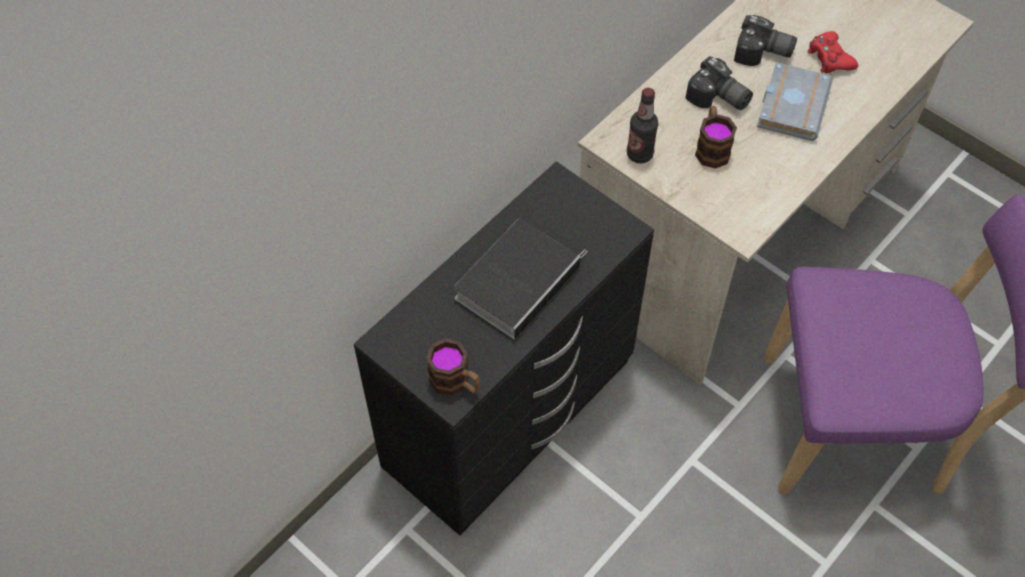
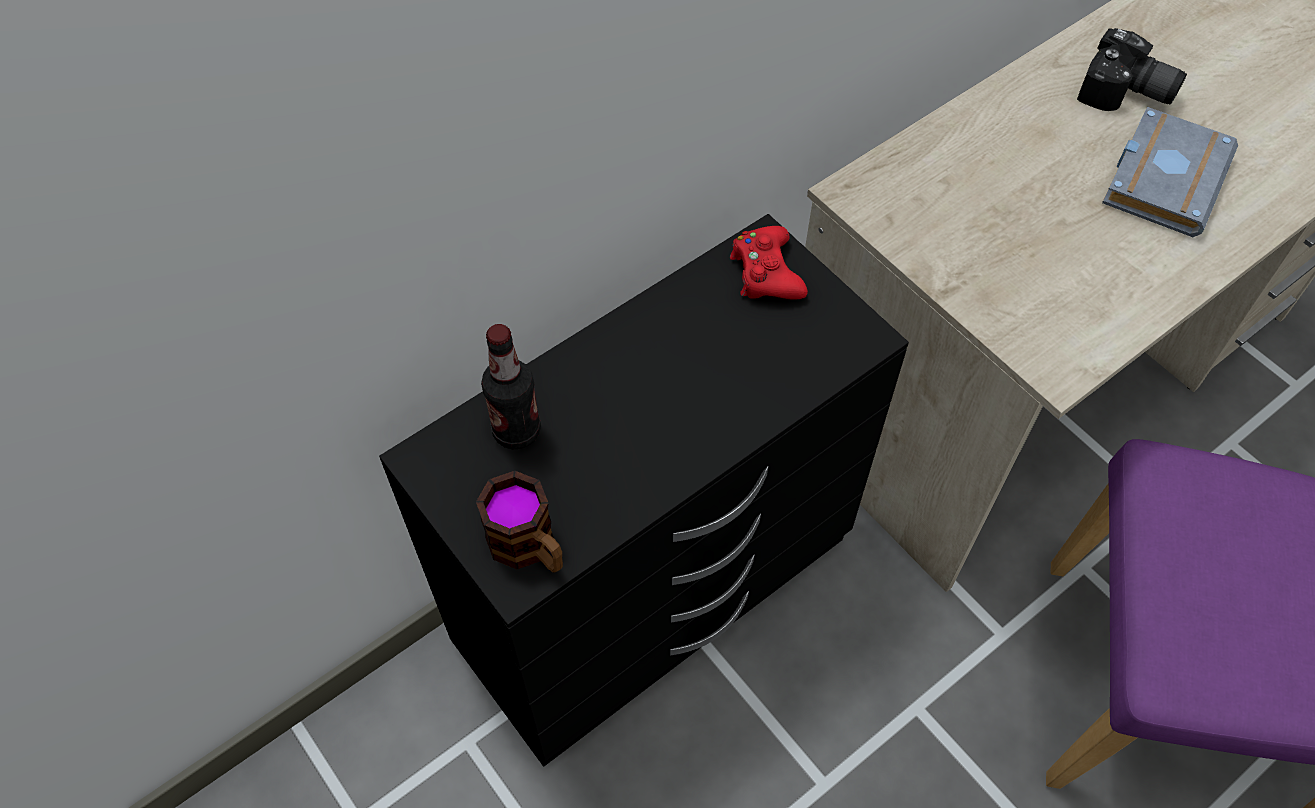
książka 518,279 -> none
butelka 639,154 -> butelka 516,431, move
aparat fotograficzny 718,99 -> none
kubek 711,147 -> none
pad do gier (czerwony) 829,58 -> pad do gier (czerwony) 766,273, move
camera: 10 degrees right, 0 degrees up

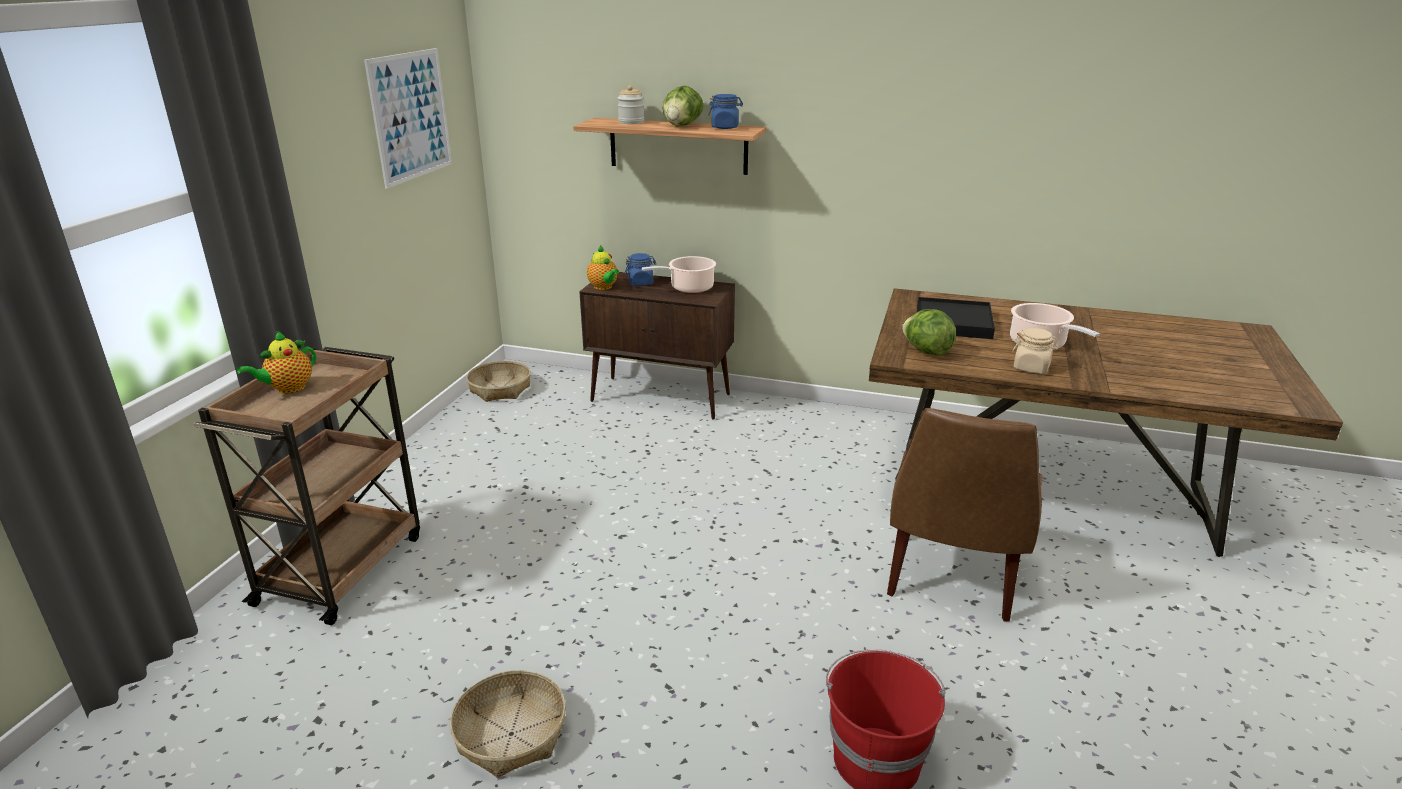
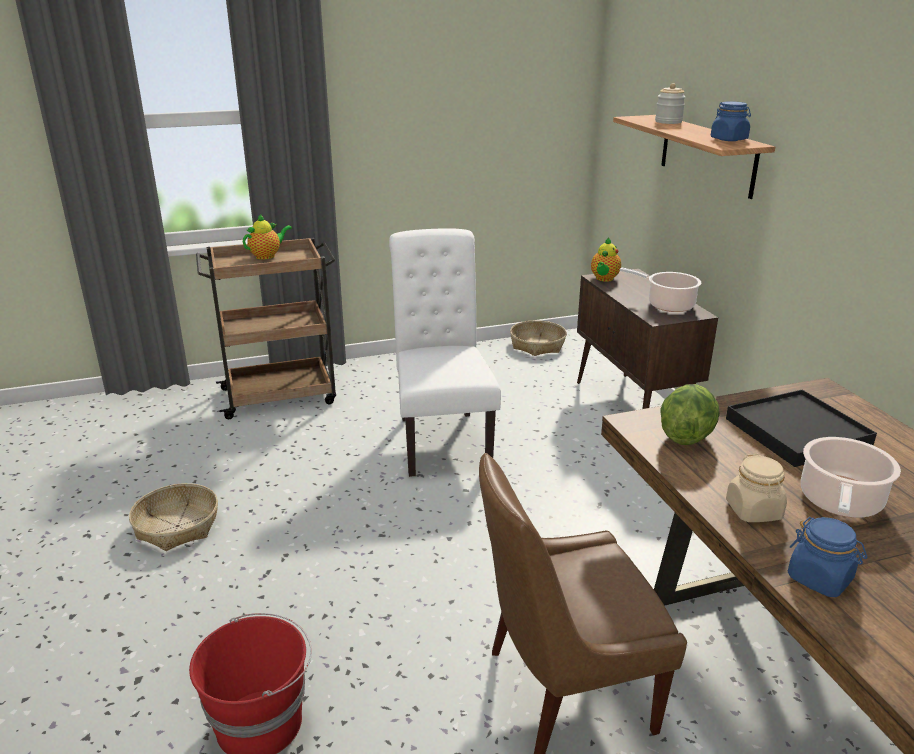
imbryk 288,389 -> imbryk 267,256, 135 degrees clockwise
obraz 410,116 -> none
słoik (niebieski) 641,283 -> słoik (niebieski) 820,579, move
sałata 682,126 -> none
none -> krzesło (biały) 442,438
camera: 55 degrees right, 0 degrees up

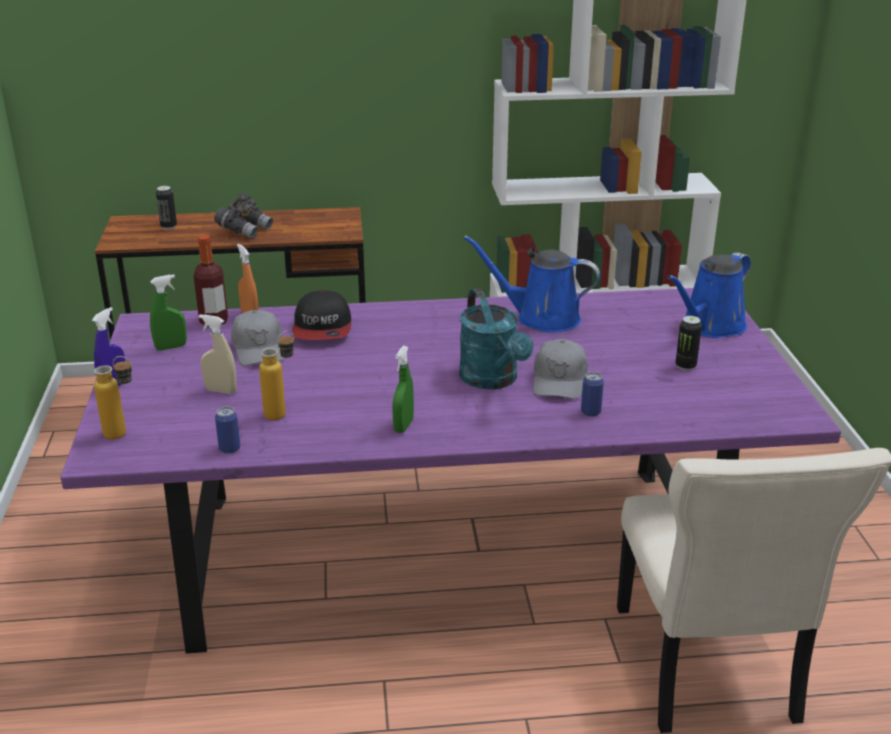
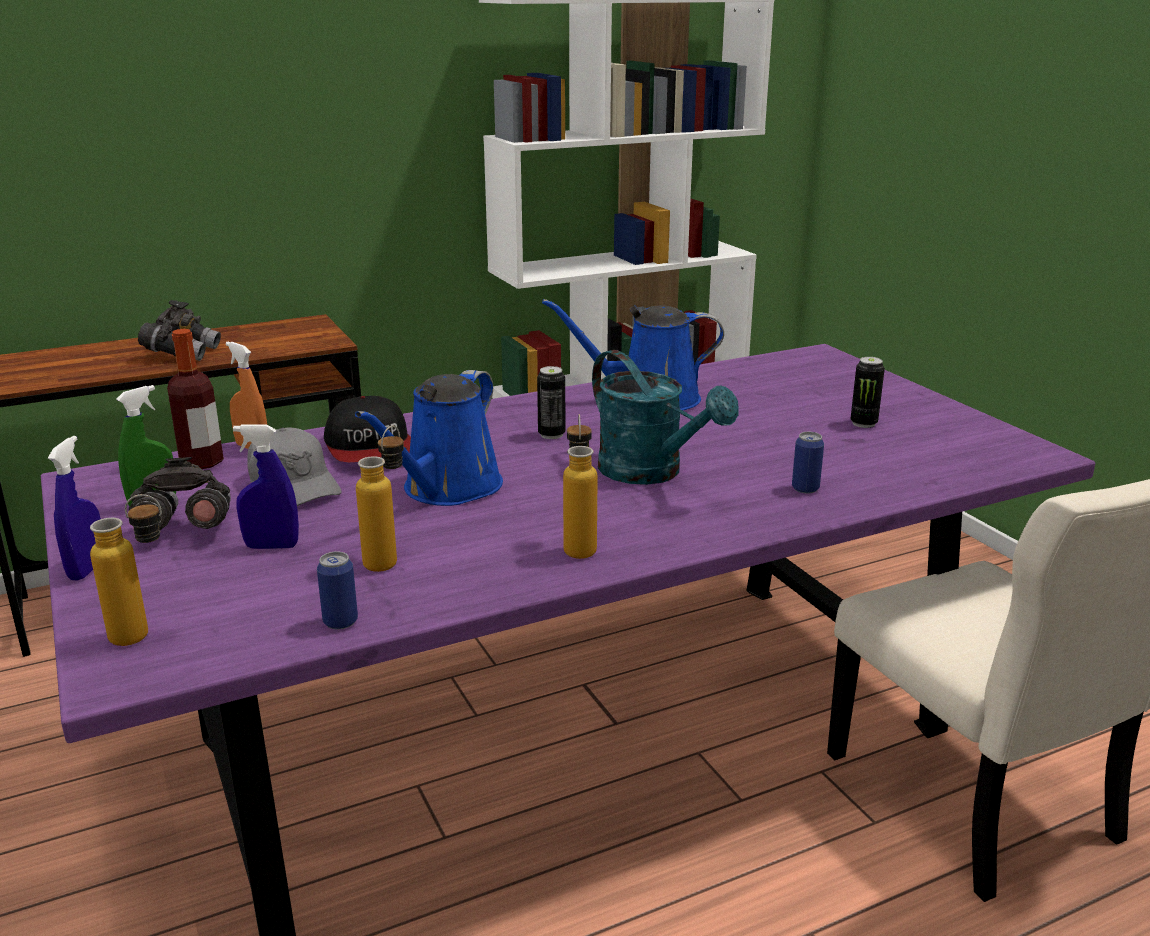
puszka 168,226 -> puszka 551,434, move
spryskiwacz (beżowy) 221,391 -> spryskiwacz (niebieski) 272,546
spryskiwacz (zielony) 403,426 -> butelka 579,545
czapka z daszkiem (szary) 559,380 -> none
konewka (niebieski) 710,326 -> konewka (niebieski) 447,489, move
none -> lornetka (szary) 185,529
camera: 20 degrees left, 5 degrees down

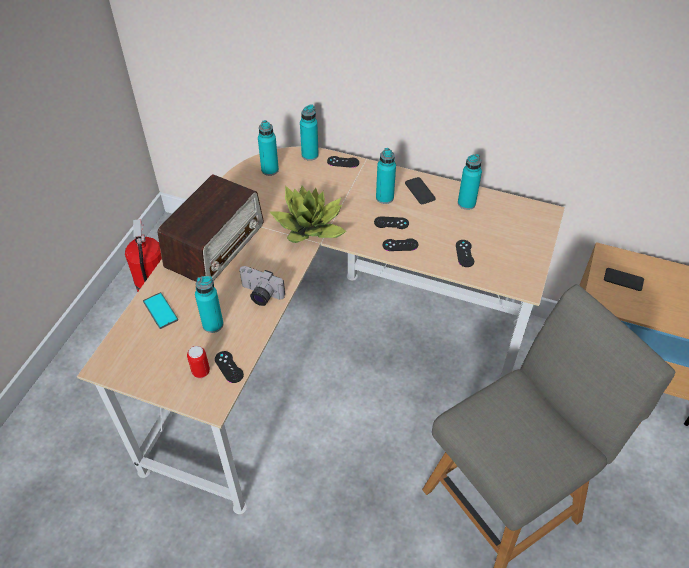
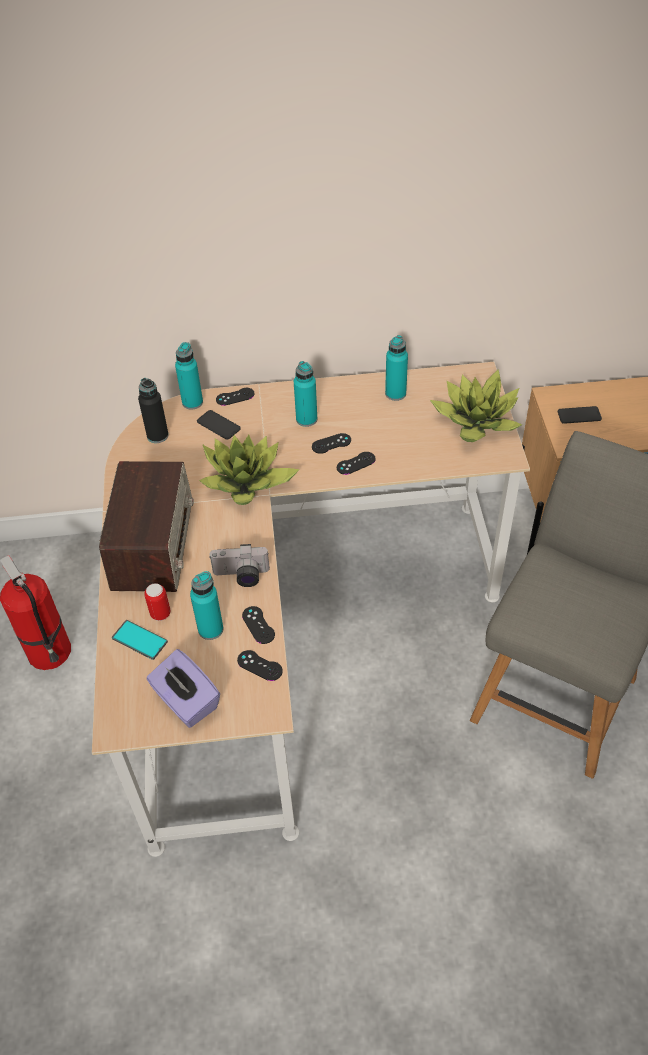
puszka 201,371 -> puszka 160,613, move
butelka (turkusowy) 270,170 -> butelka (czarny) 157,435
telefon 420,191 -> telefon 218,425, move
pad do gier (czarny) 464,253 -> pad do gier (czarny) 258,625, move
none -> pudełko chusteczek (fioletowy) 186,701
none -> roślina doniczkowa 477,421
camera: 25 degrees left, 0 degrees up

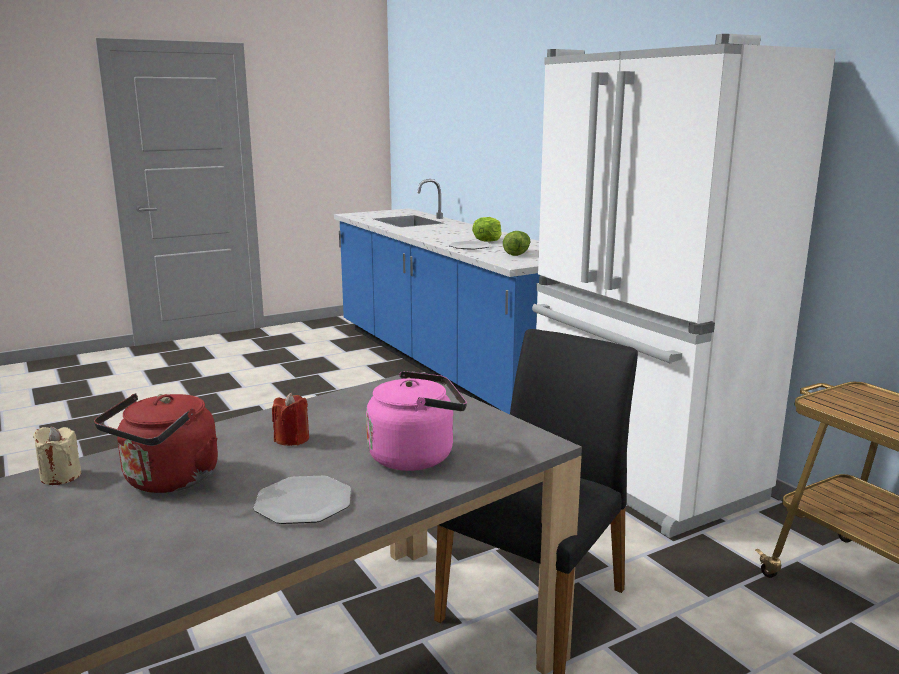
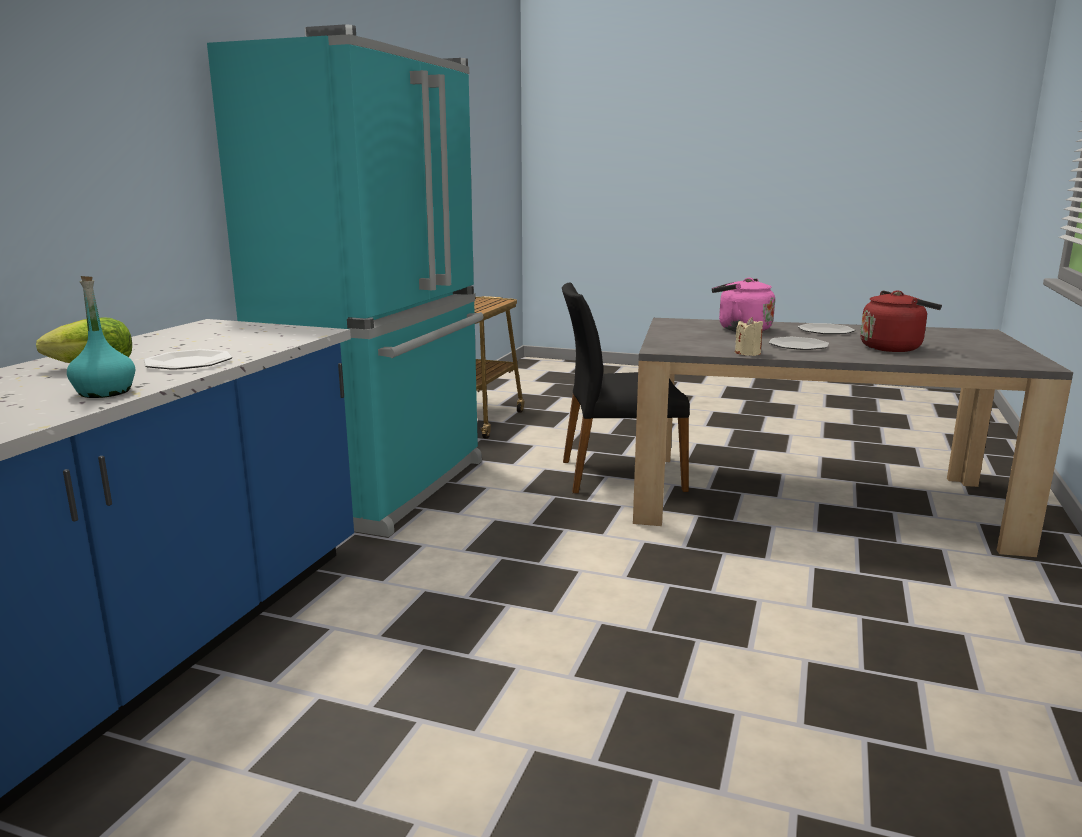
świeca (beżowy) 61,476 -> świeca (beżowy) 748,353, move
świeca (czerwony) 292,439 -> talerz 798,345
sałata 517,253 -> none
lodówka (biały) 640,475 -> lodówka (turkusowy) 385,487
none -> butelka (turkusowy) 105,392
camera: 130 degrees left, 0 degrees up

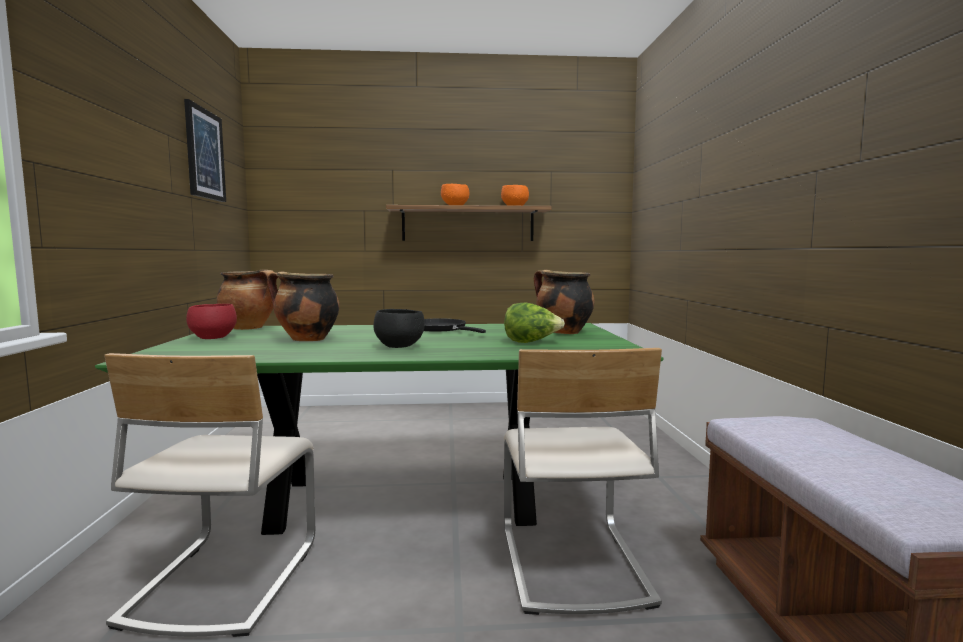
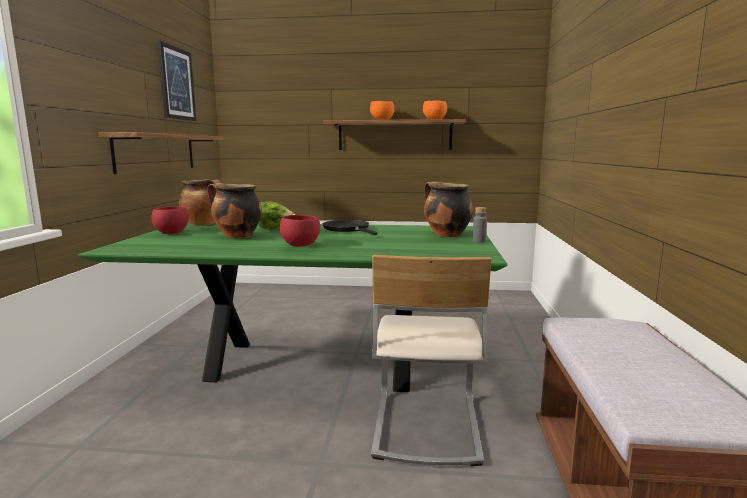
krzesło (beżowy) 222,581 -> none
miska (czarny) 400,346 -> miska (czerwony) 301,245
sałata 531,342 -> sałata 274,229, move
none -> półka 156,152
none -> butelka (szary) 479,241
camera: 10 degrees right, 5 degrees up

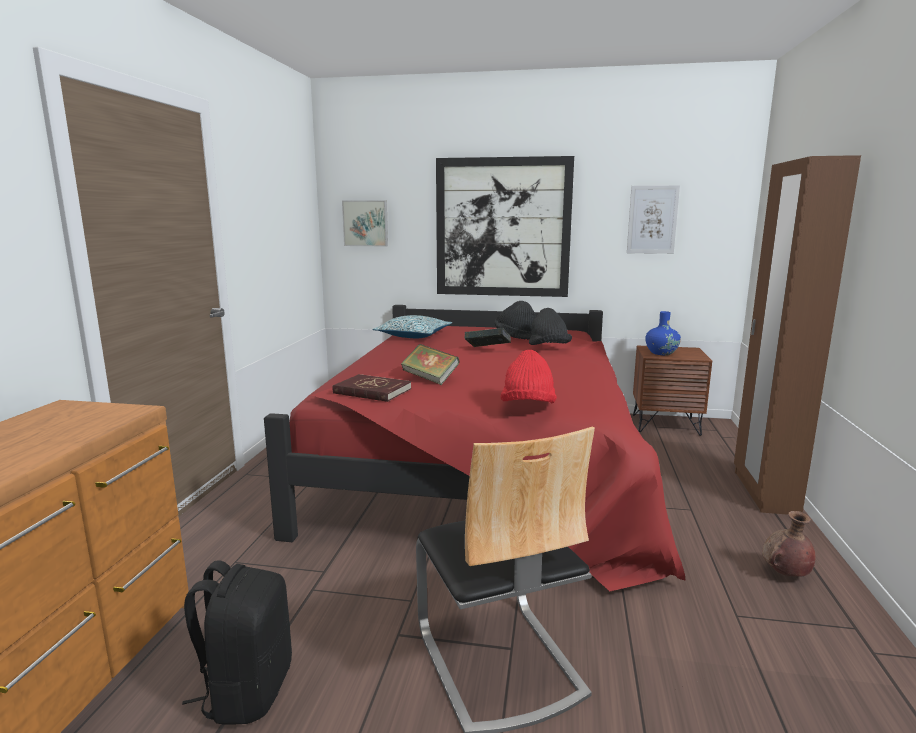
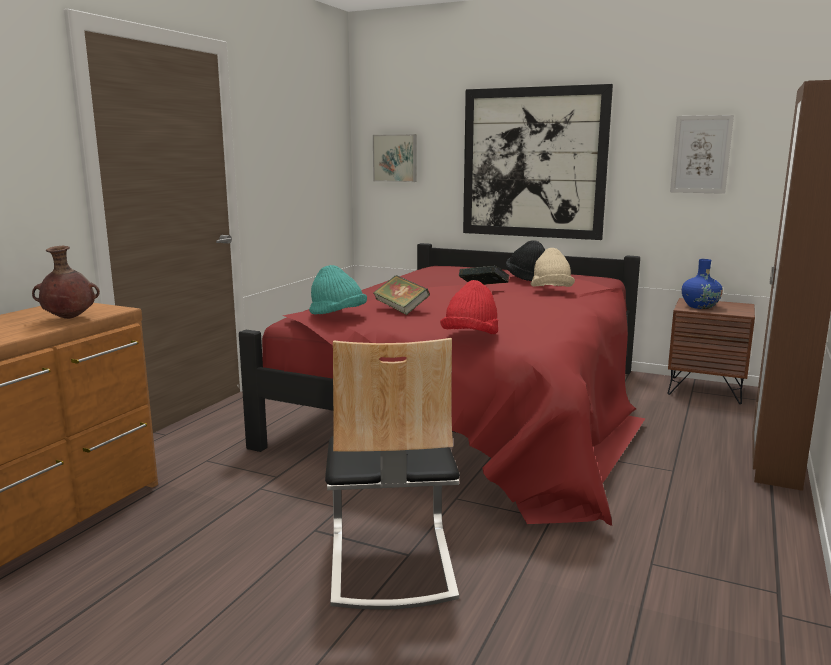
plecak (czarny) 247,690 -> none
książka (czerwony) 372,391 -> kapelusz (turkusowy) 337,315
poduszka 413,336 -> none
kapelusz (czarny) 548,348 -> kapelusz (beżowy) 551,290
wazon (brązowy) 785,574 -> wazon (brązowy) 68,319, move
camera: 15 degrees right, 0 degrees up

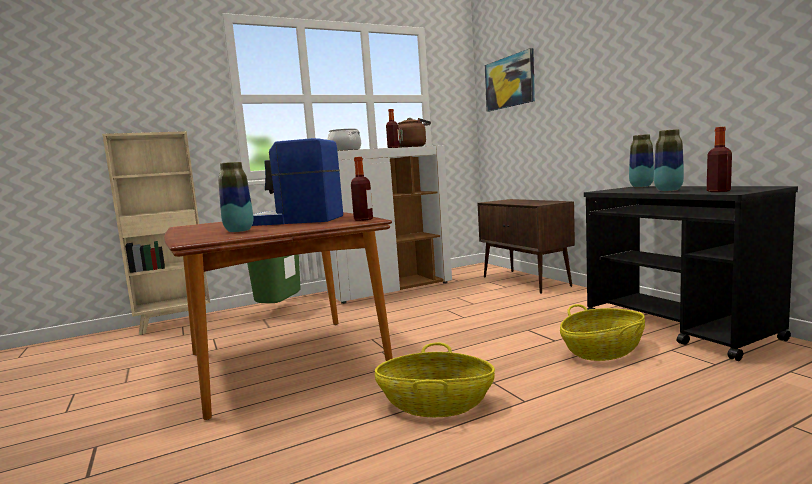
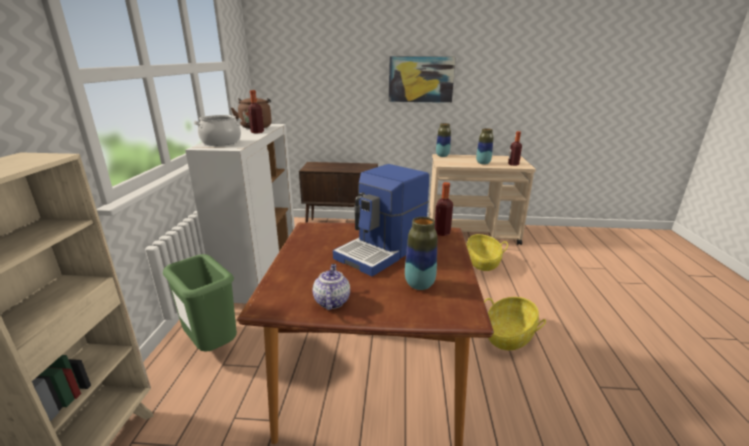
obraz 509,82 -> obraz 421,79, move
wózek (czarny) 678,327 -> wózek (beżowy) 472,234
none -> imbryk 331,301
camera: 60 degrees left, 15 degrees up

